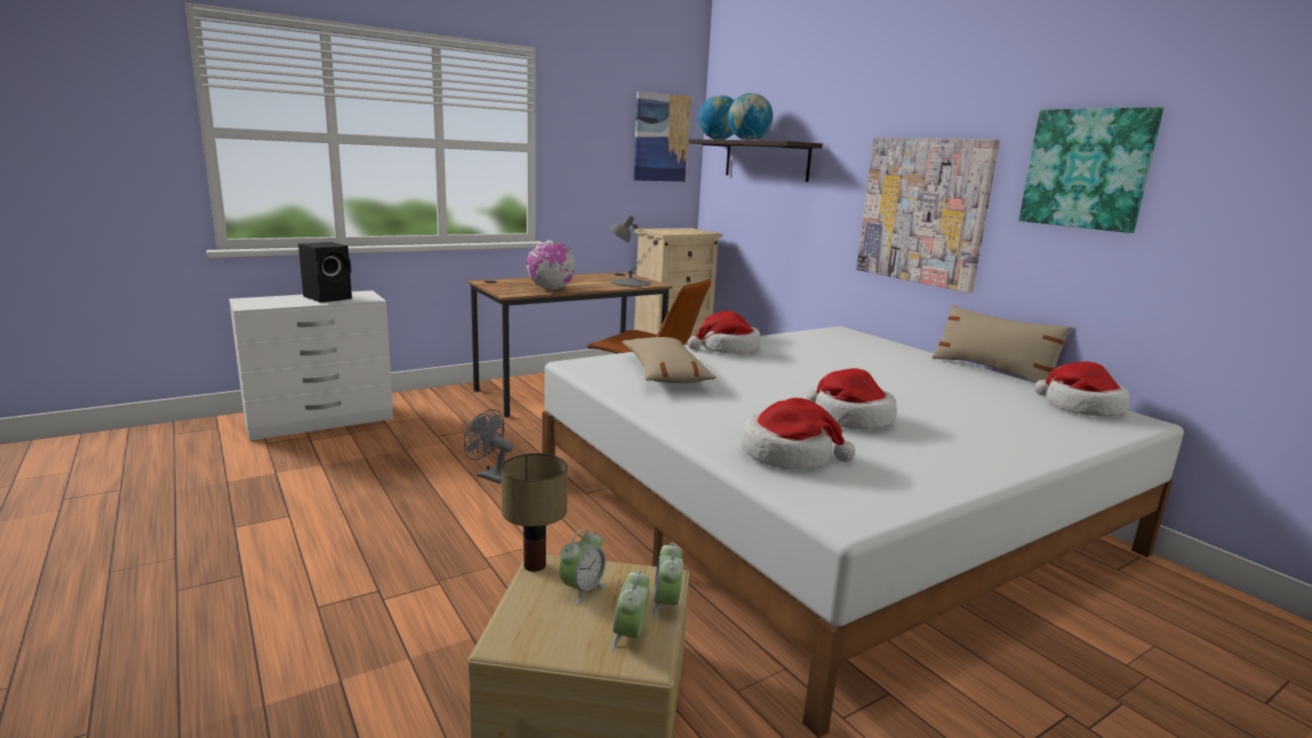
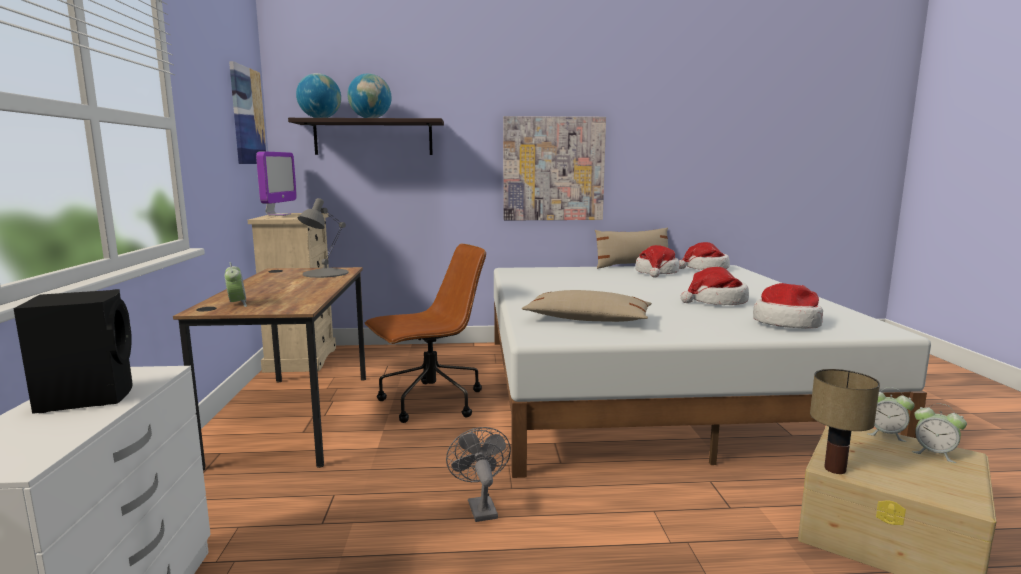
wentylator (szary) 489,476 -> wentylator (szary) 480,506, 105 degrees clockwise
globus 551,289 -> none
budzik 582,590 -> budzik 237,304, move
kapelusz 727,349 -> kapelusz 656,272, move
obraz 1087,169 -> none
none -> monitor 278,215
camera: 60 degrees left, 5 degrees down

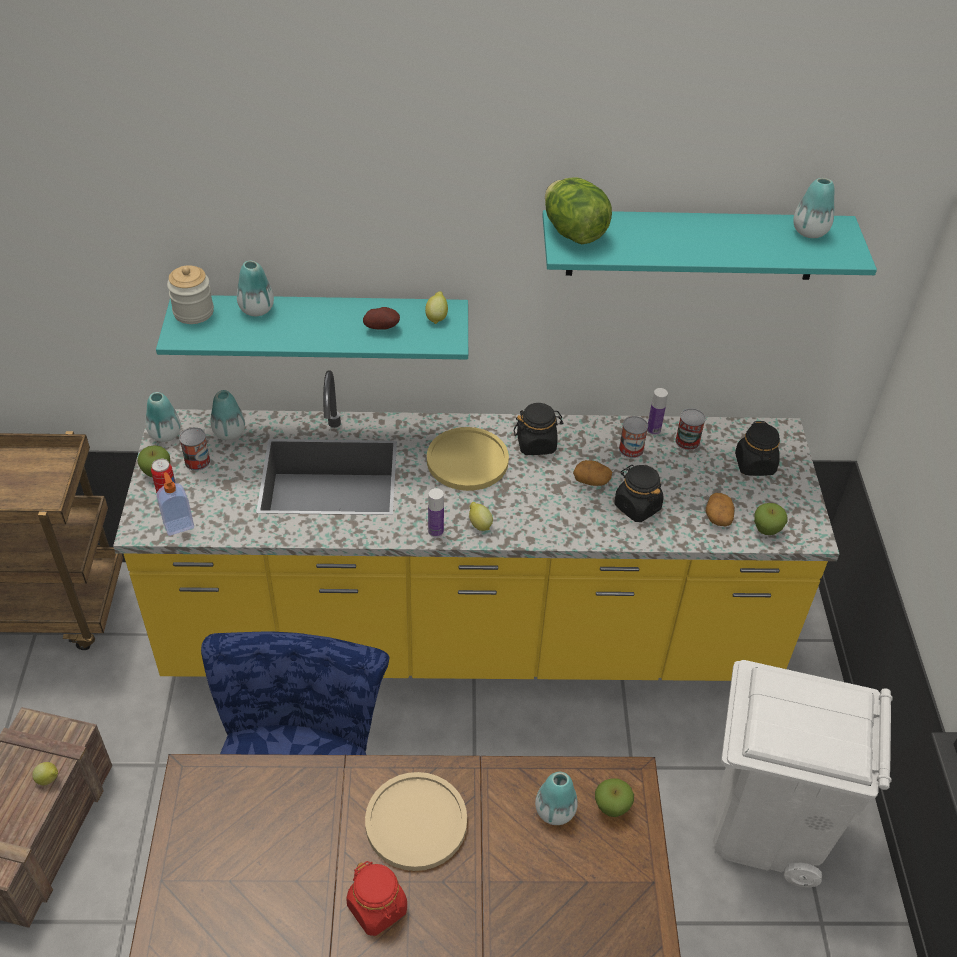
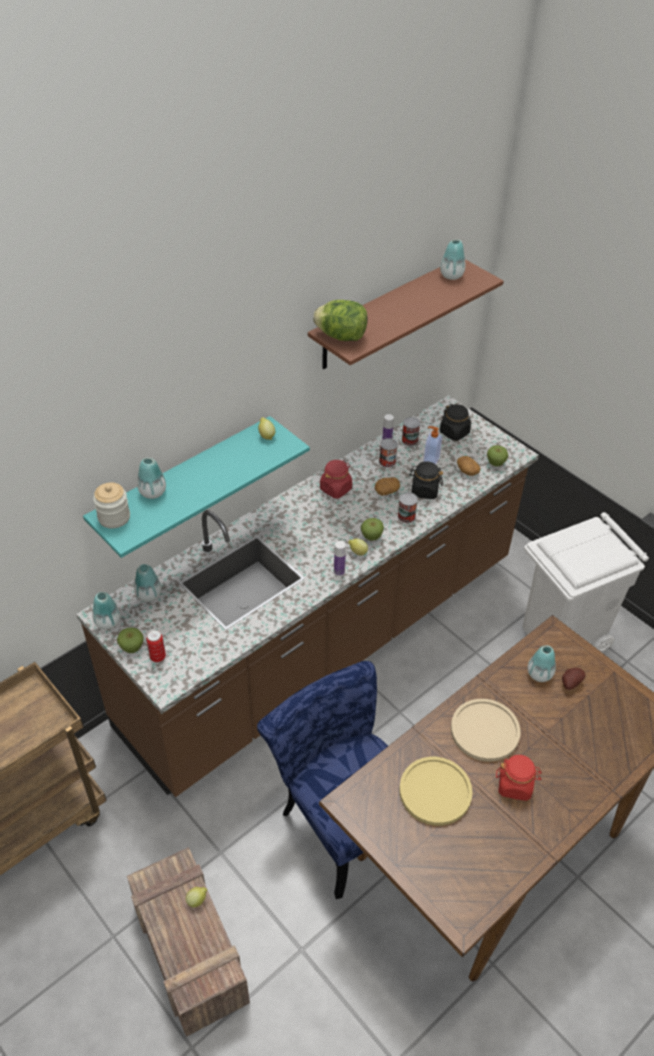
zabudowa kuchenna (żółty) 471,635 -> zabudowa kuchenna (brązowy) 324,643
dozownik mydła 178,525 -> dozownik mydła 430,461, move
puszka 197,461 -> puszka 406,516, move
ziemniak 382,327 -> ziemniak 570,683, move
talerz (żółty) 467,460 -> talerz (żółty) 435,791, move
słoik (czarny) 536,444 -> słoik (czerwony) 336,489
półka (turkusowy) 693,245 -> półka (brązowy) 386,314
jabłko 611,807 -> jabłko 371,537, move
camera: 40 degrees left, 0 degrees up

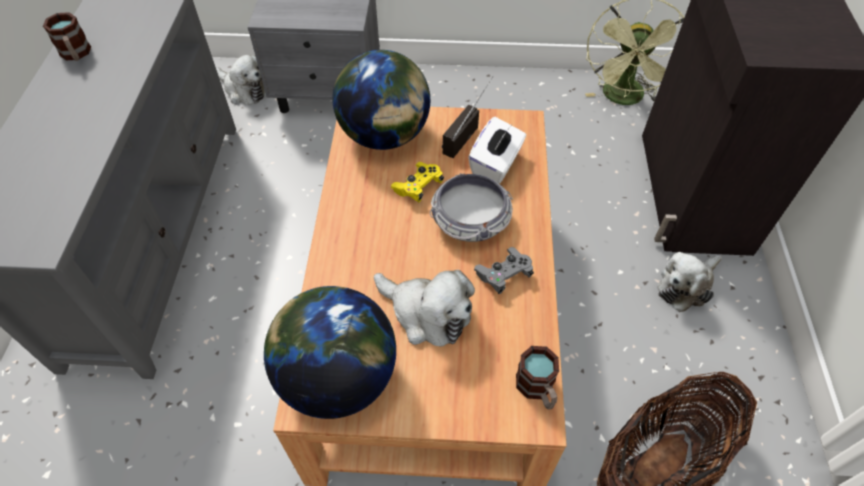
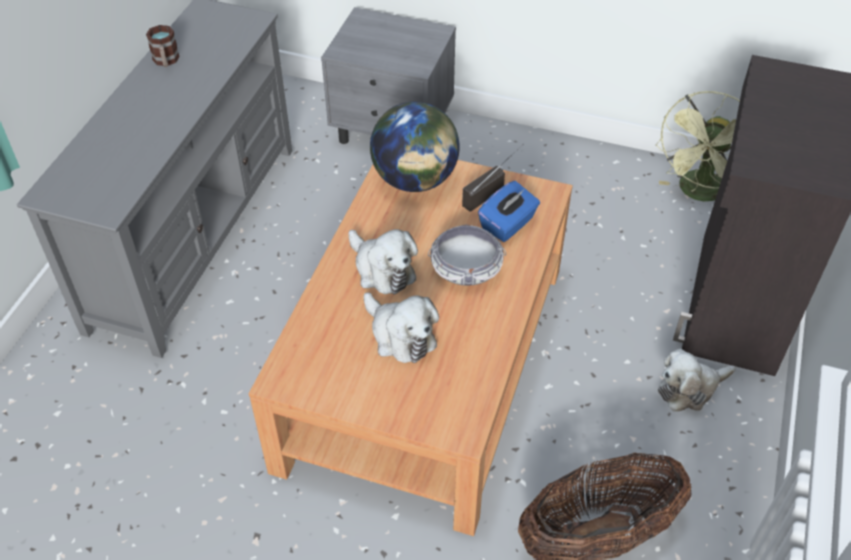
pluszak 244,90 -> pluszak 382,269, move
globus 338,377 -> none
pad do gier (żółty) 418,187 -> none
pudełko chusteczek (biały) 496,164 -> pudełko chusteczek (niebieski) 508,224
pad do gier (szary) 504,275 -> none
kubek 537,389 -> none
camera: 15 degrees right, 5 degrees down

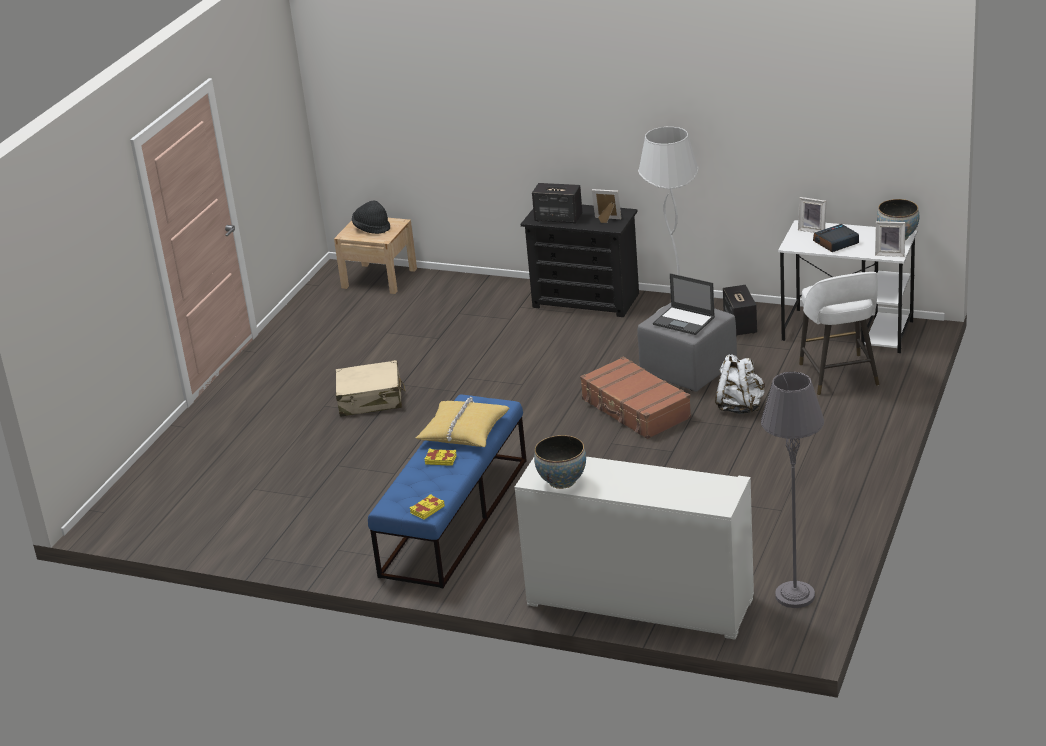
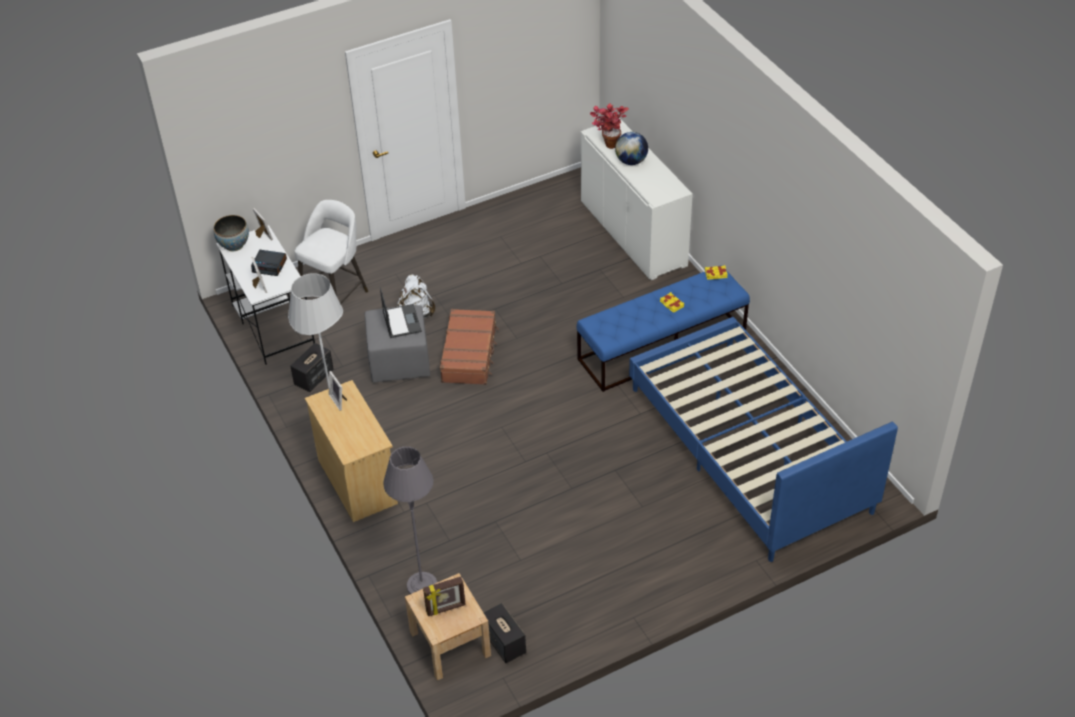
walizka (beżowy) 370,399 -> none
kapelusz (czarny) 371,228 -> ramka na zdjęcie 446,609
poduszka (żółty) 463,431 -> none
komoda (czarny) 586,300 -> komoda (beżowy) 357,481
głośnik 557,218 -> głośnik 505,643, move
miska 562,481 -> none
lampa stojąca (szary) 795,596 -> lampa stojąca (szary) 422,586, move
none -> roślina doniczkowa 607,143
none -> globus 631,161
none -> łóżko (niebieski) 748,449
camera: 140 degrees left, 15 degrees up

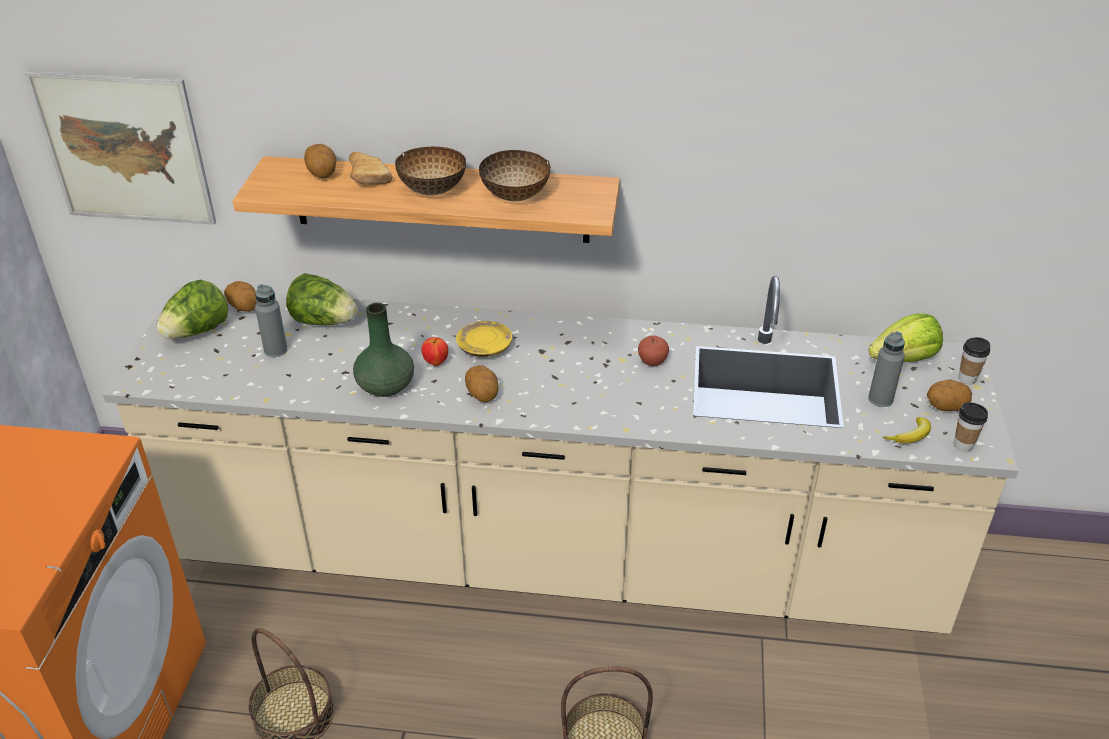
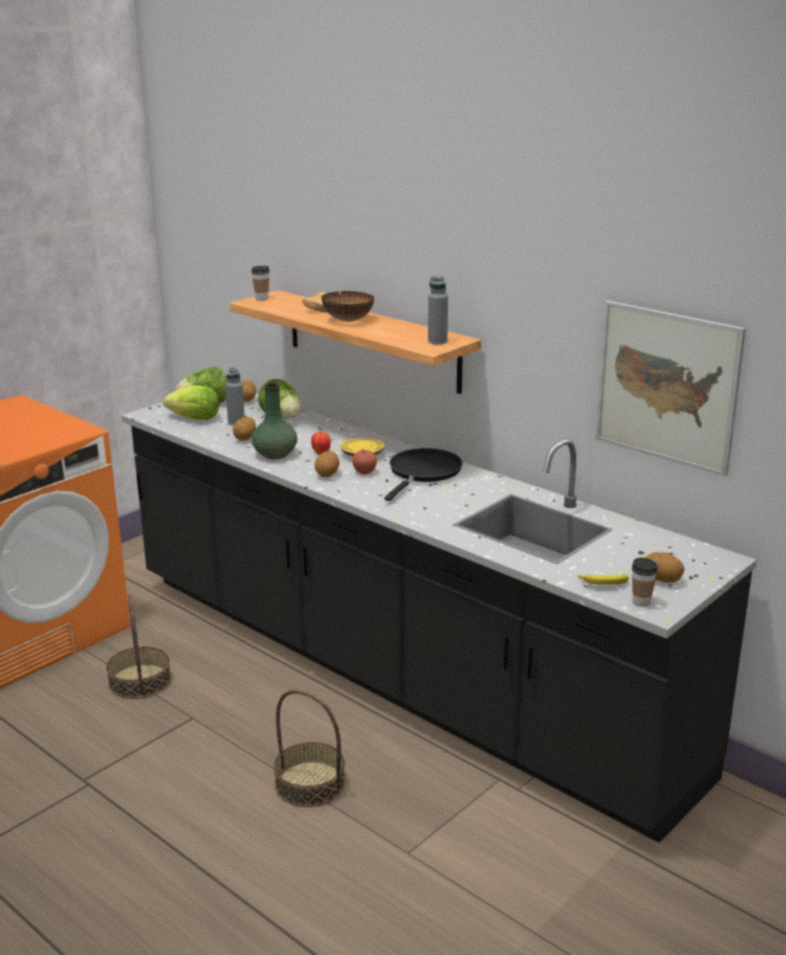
obraz 125,149 -> obraz 666,386, move
zabudowa kuchenna (beżowy) 554,560 -> zabudowa kuchenna (czarny) 393,672
ziemniak 322,174 -> ziemniak 245,438, move
miska 515,197 -> none
jabłko 652,362 -> jabłko 364,472, move
butelka (szary) 880,399 -> butelka (szary) 437,341, move
sałata 904,359 -> sałata 194,418, move
filiżanka 967,379 -> filiżanka 262,299, move
none -> patelnia (czarny) 423,472
camera: 35 degrees right, 15 degrees down

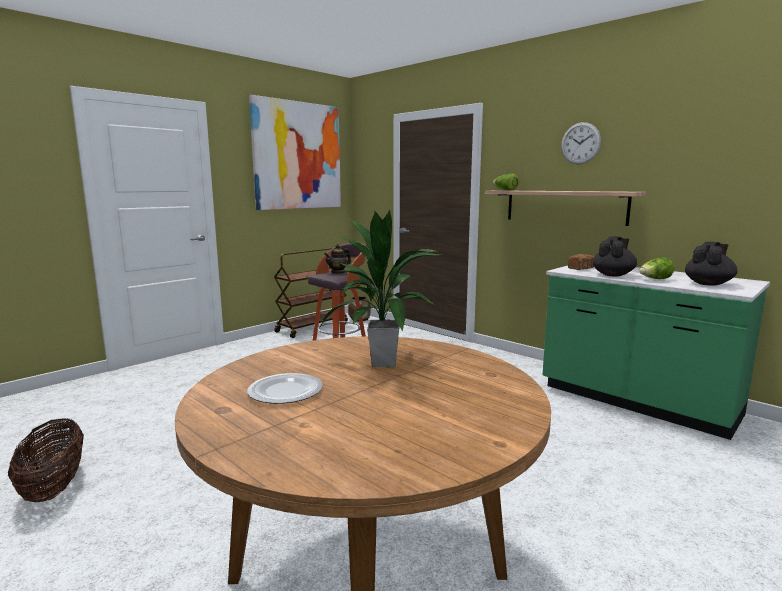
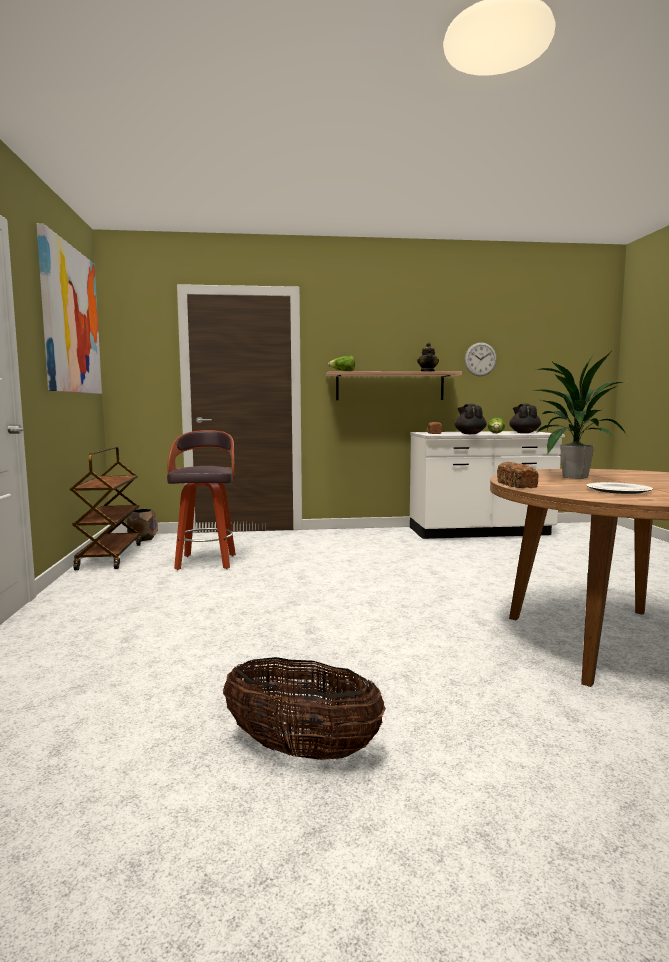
imbryk 338,272 -> imbryk 428,371, move
zabudowa kuchenna (zielony) 636,402 -> zabudowa kuchenna (biały) 480,532
zegar ścienny 580,143 -> zegar ścienny 480,359, move
none -> chleb 516,485
camera: 50 degrees left, 5 degrees down

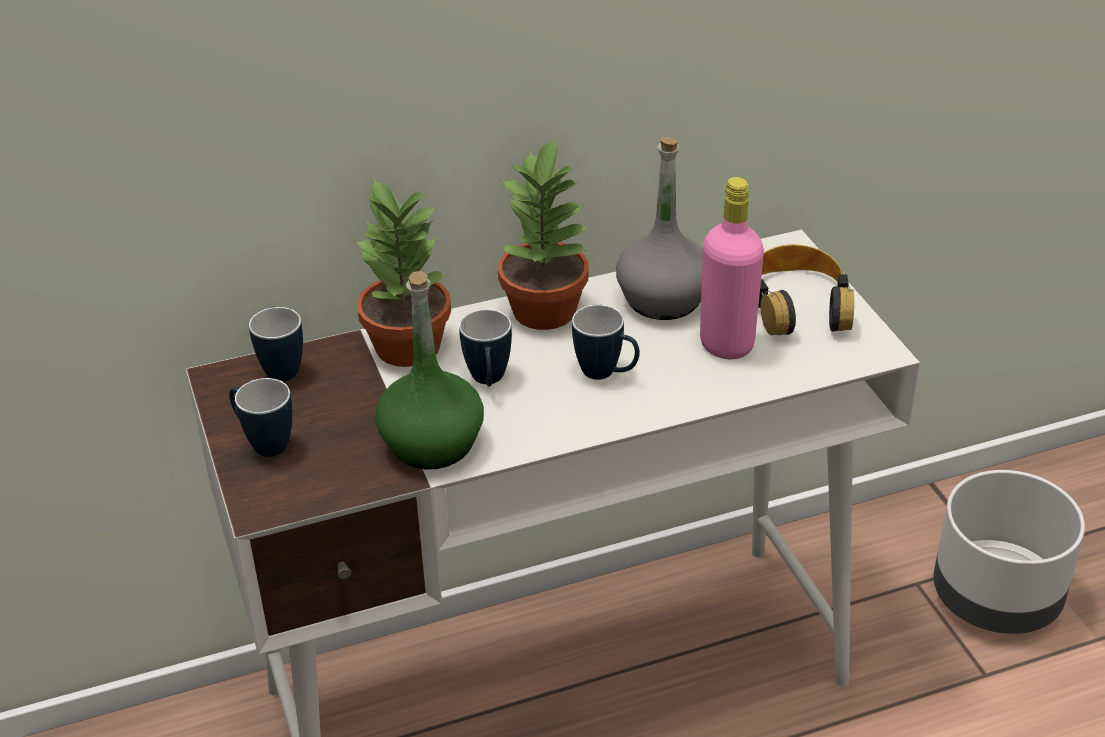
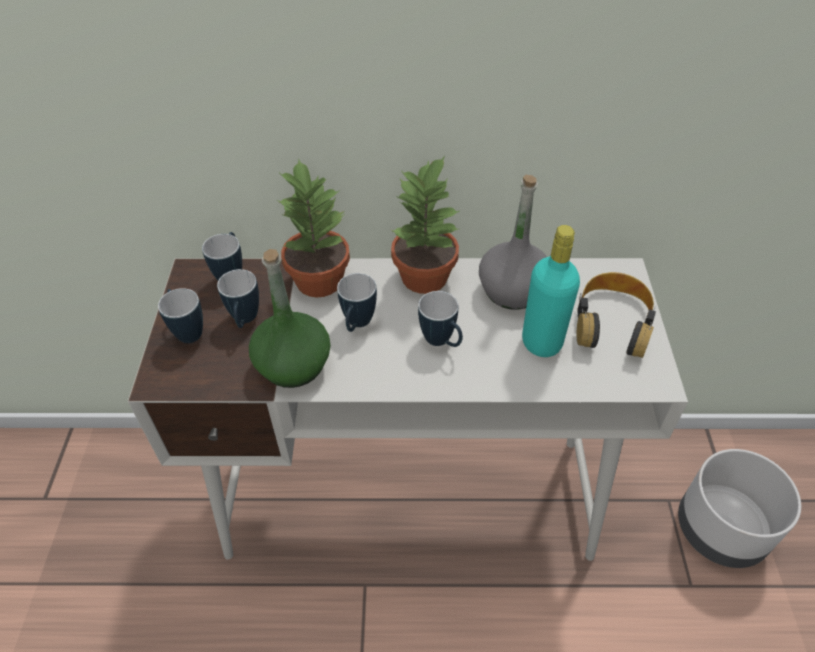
butelka (różowy) 726,344 -> butelka (turkusowy) 541,342
none -> kubek 245,321
camera: 20 degrees right, 10 degrees up

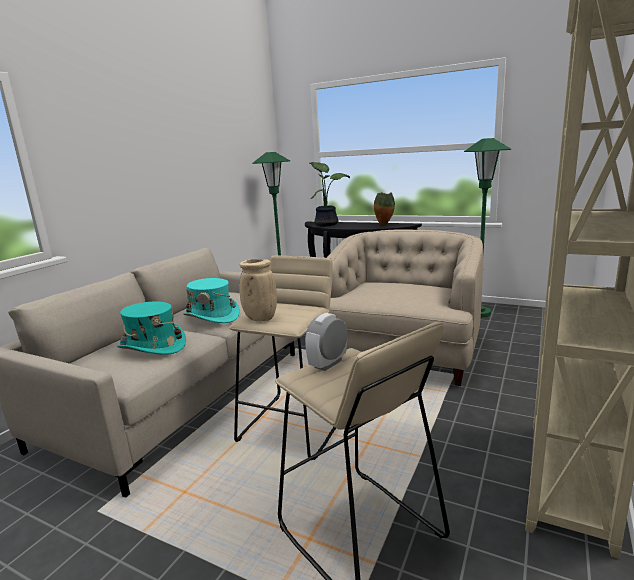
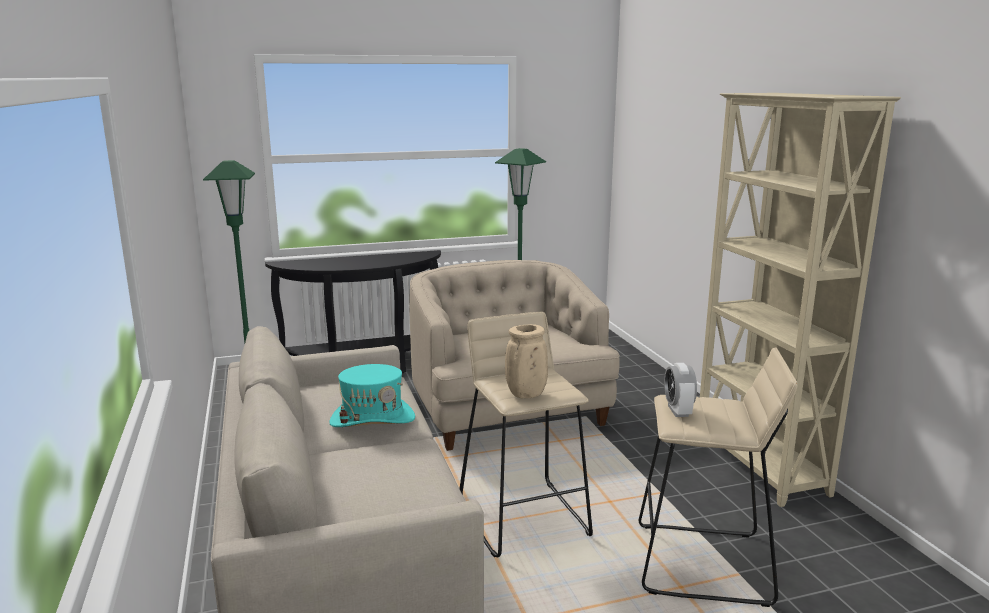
kapelusz (turkusowy) 152,347 -> none
roślina doniczkowa 327,224 -> none
wazon 384,224 -> none
camera: 45 degrees left, 0 degrees up

